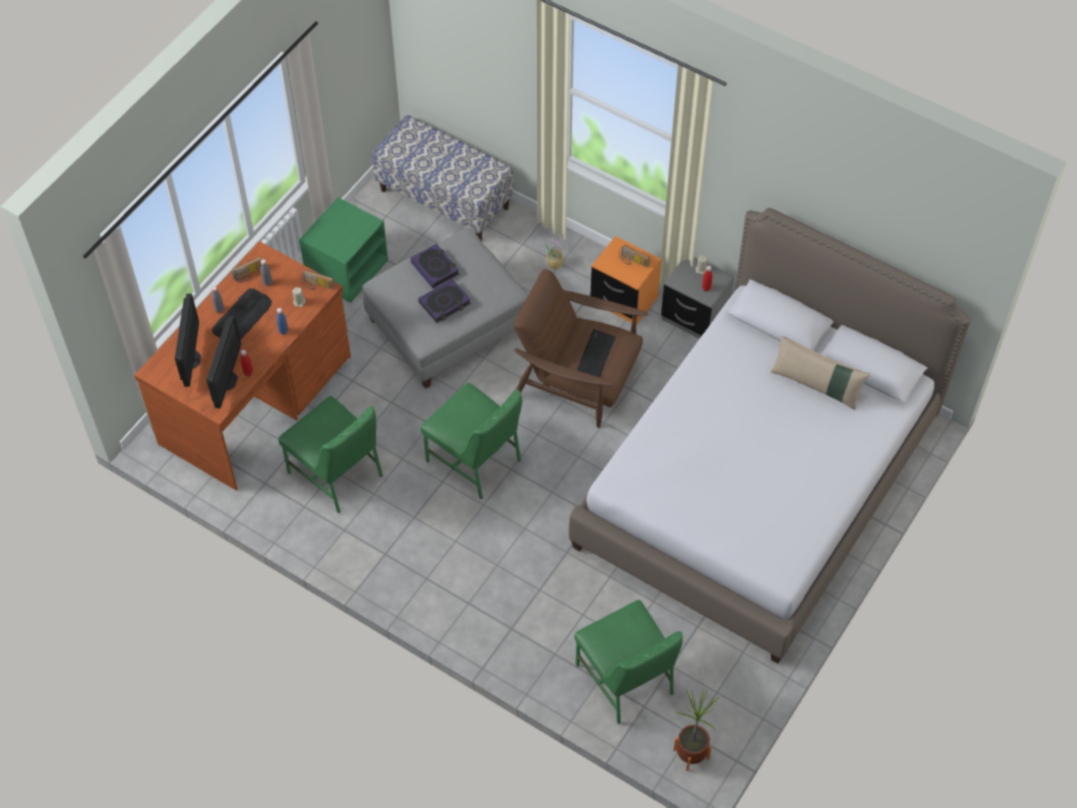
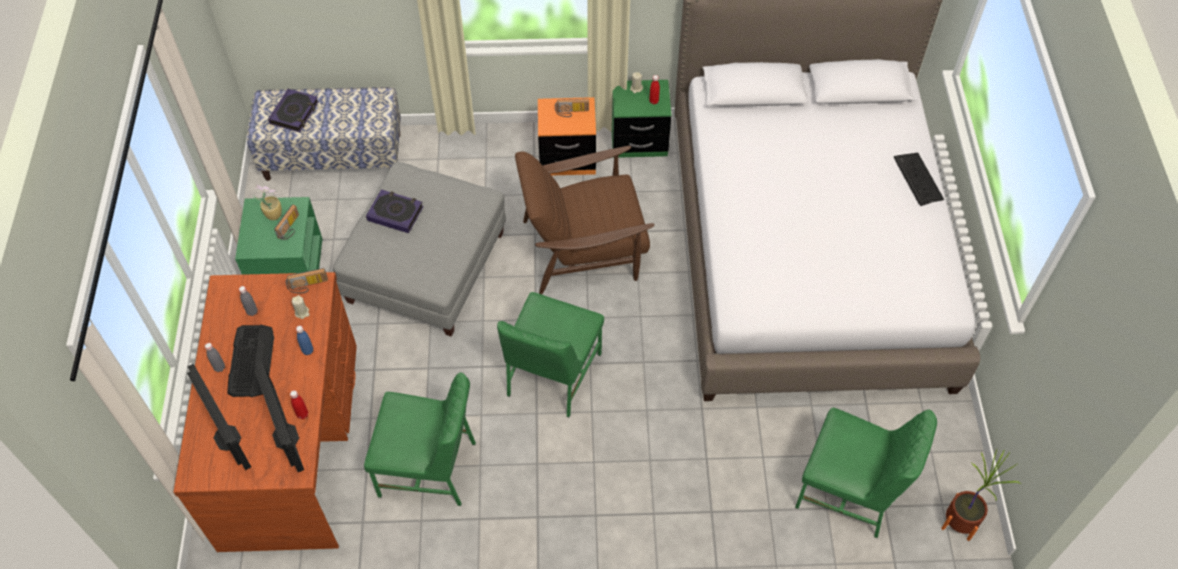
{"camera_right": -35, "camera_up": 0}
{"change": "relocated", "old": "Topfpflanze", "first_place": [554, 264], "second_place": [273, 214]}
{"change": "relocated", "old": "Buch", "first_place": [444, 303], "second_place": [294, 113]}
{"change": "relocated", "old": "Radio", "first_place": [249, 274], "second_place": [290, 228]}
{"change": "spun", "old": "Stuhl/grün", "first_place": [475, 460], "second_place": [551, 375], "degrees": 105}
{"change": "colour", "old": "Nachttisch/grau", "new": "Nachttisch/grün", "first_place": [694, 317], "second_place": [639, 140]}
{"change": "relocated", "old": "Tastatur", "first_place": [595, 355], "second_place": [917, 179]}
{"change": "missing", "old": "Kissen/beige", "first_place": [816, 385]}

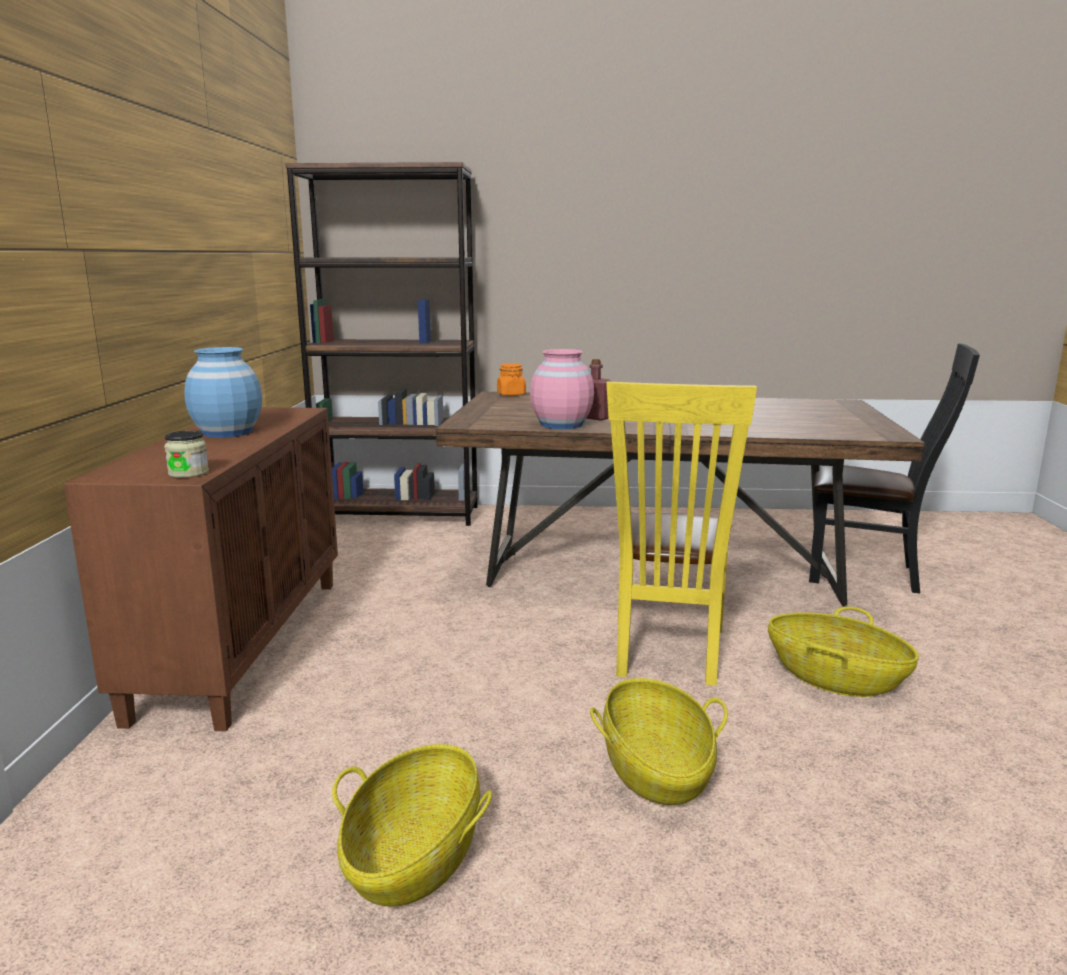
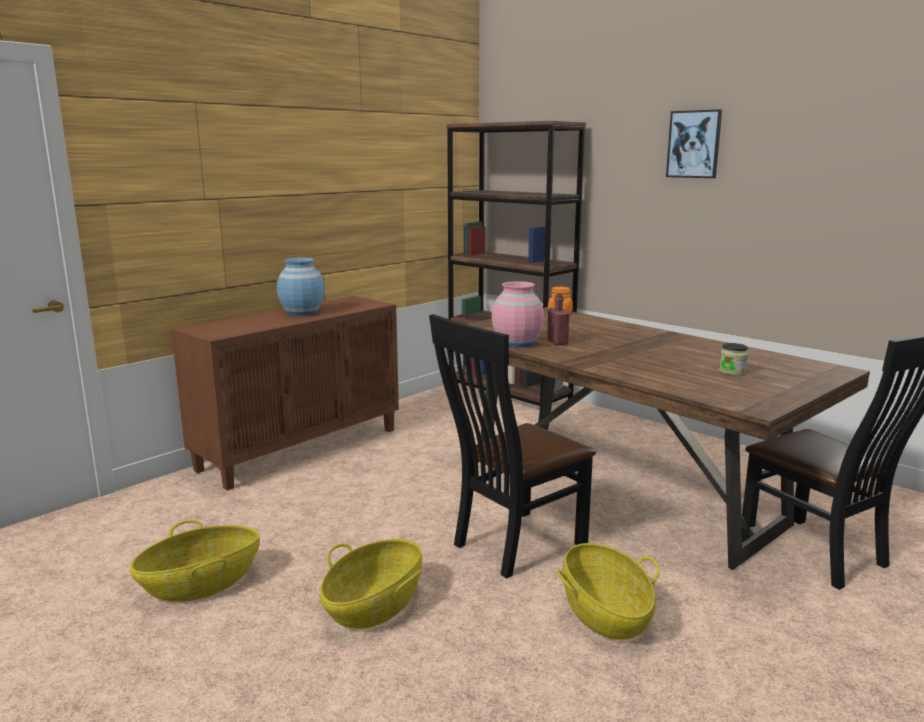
{"camera_right": 40, "camera_up": 0}
{"change": "colour", "old": "Stuhl/gelb", "new": "Stuhl/schwarz", "first_place": [666, 654], "second_place": [512, 545]}
{"change": "appeared", "new": "Bild", "second_place": [694, 144]}
{"change": "relocated", "old": "Vorratsglas", "first_place": [188, 473], "second_place": [732, 372]}

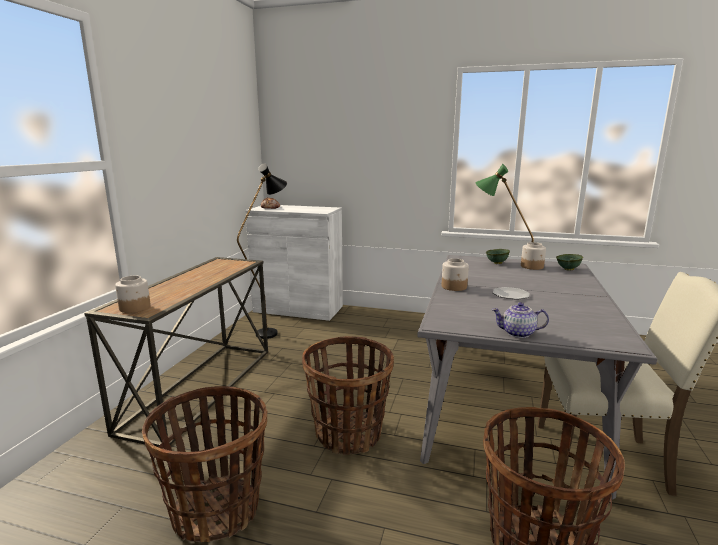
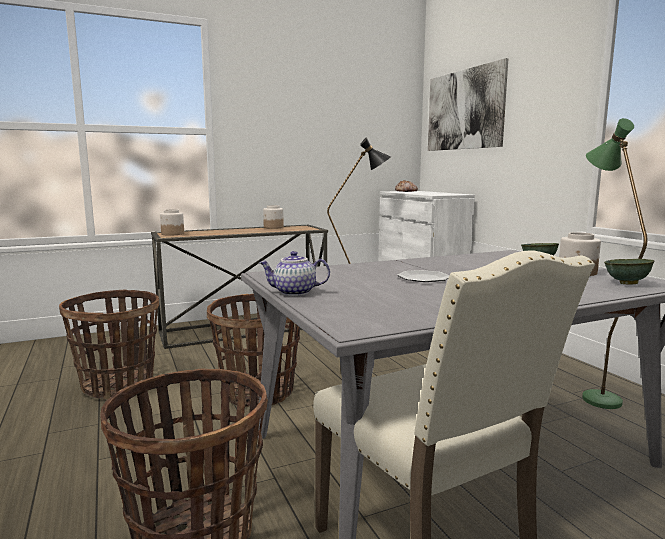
{"camera_right": 50, "camera_up": -5}
{"change": "spun", "old": "Teekanne", "first_place": [517, 333], "second_place": [294, 293], "degrees": -60}
{"change": "relocated", "old": "Vorratsglas", "first_place": [454, 287], "second_place": [273, 227]}
{"change": "appeared", "new": "Bild", "second_place": [464, 110]}

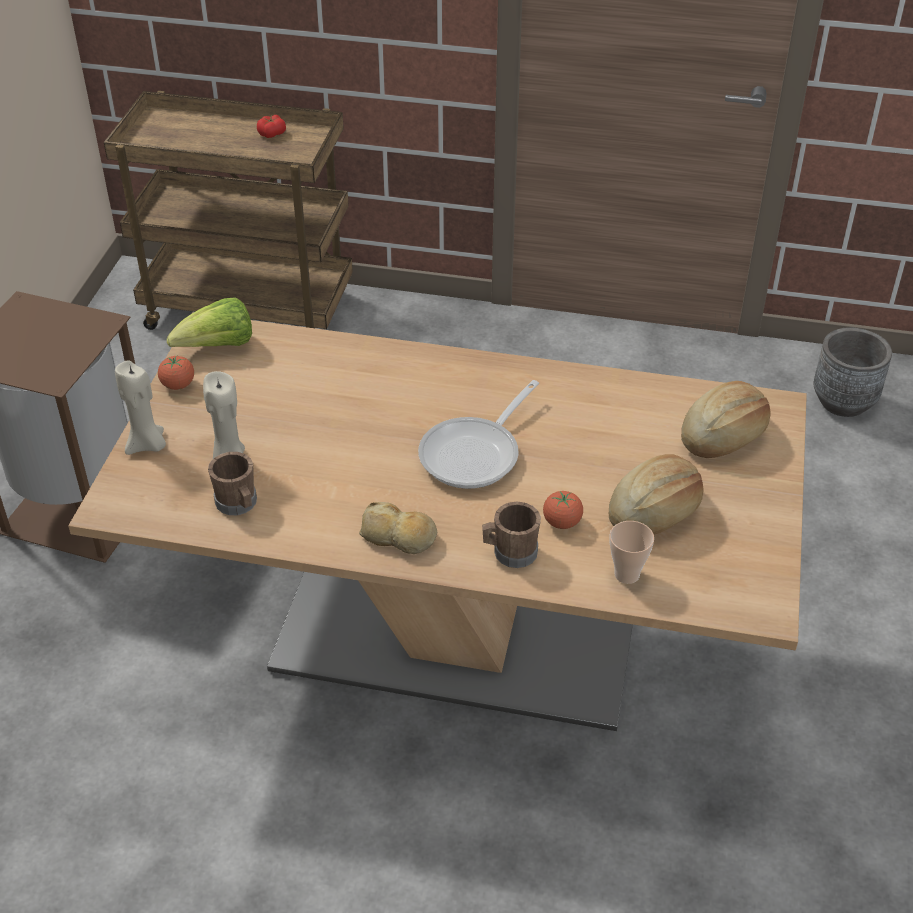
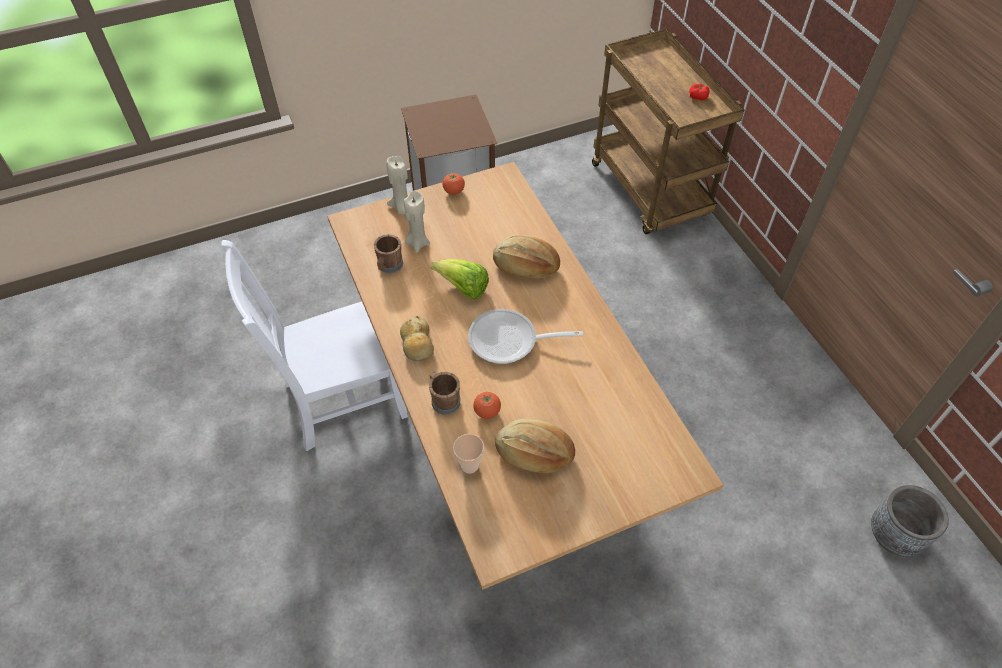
{"camera_right": 55, "camera_up": 10}
{"change": "appeared", "new": "Stuhl/weiß", "second_place": [341, 400]}
{"change": "relocated", "old": "Salatkopf", "first_place": [218, 347], "second_place": [463, 288]}
{"change": "relocated", "old": "Brot", "first_place": [724, 435], "second_place": [525, 267]}

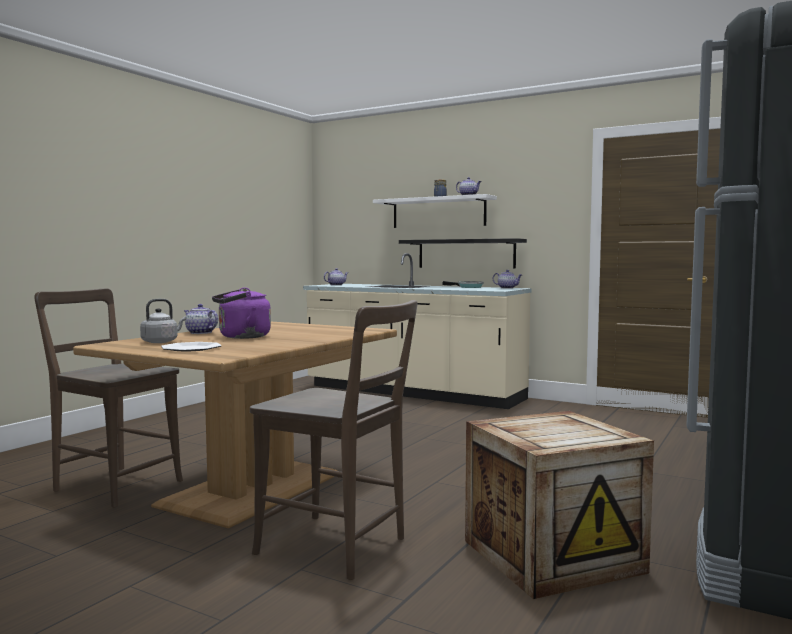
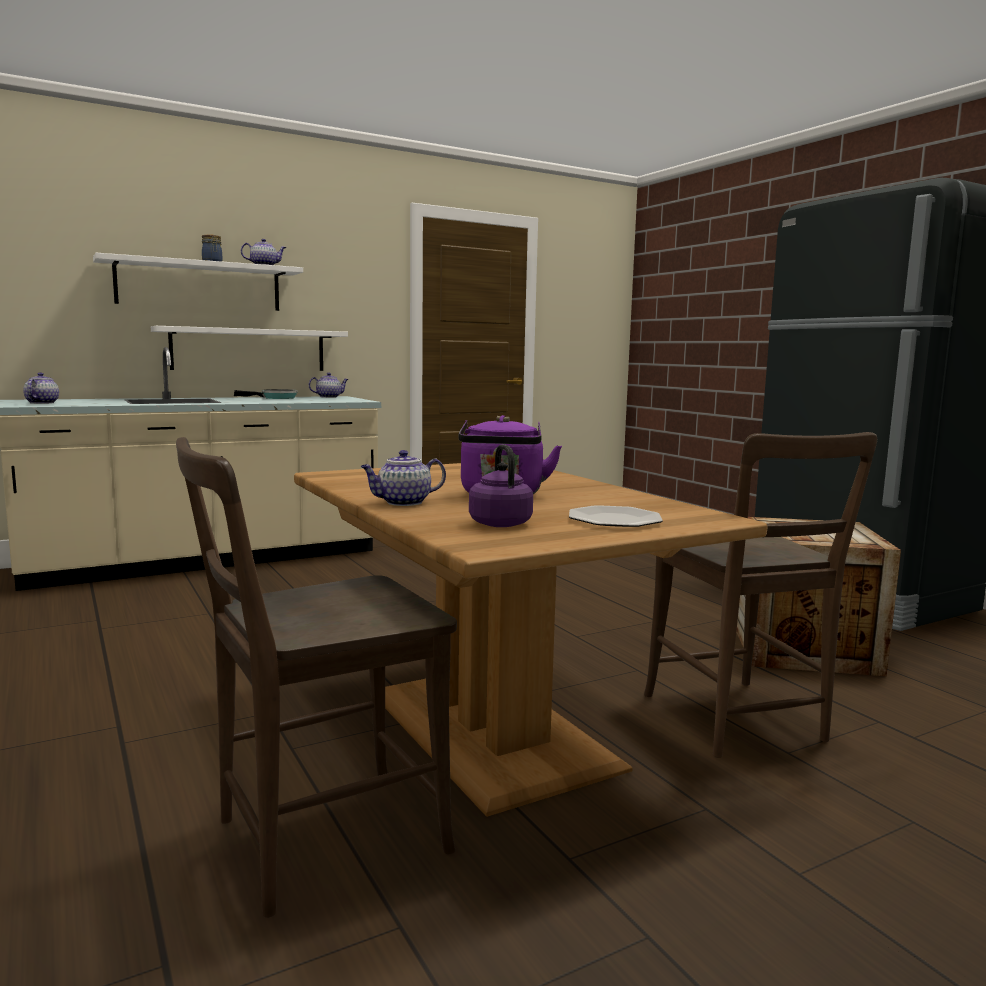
{"camera_right": -60, "camera_up": 5}
{"change": "colour", "old": "Wandregal/schwarz", "new": "Wandregal/weiß", "first_place": [466, 253], "second_place": [249, 349]}
{"change": "colour", "old": "Wasserkessel/grau", "new": "Wasserkessel/lila", "first_place": [161, 342], "second_place": [499, 523]}
{"change": "spun", "old": "Stuhl/braun", "first_place": [338, 548], "second_place": [738, 722], "degrees": 105}

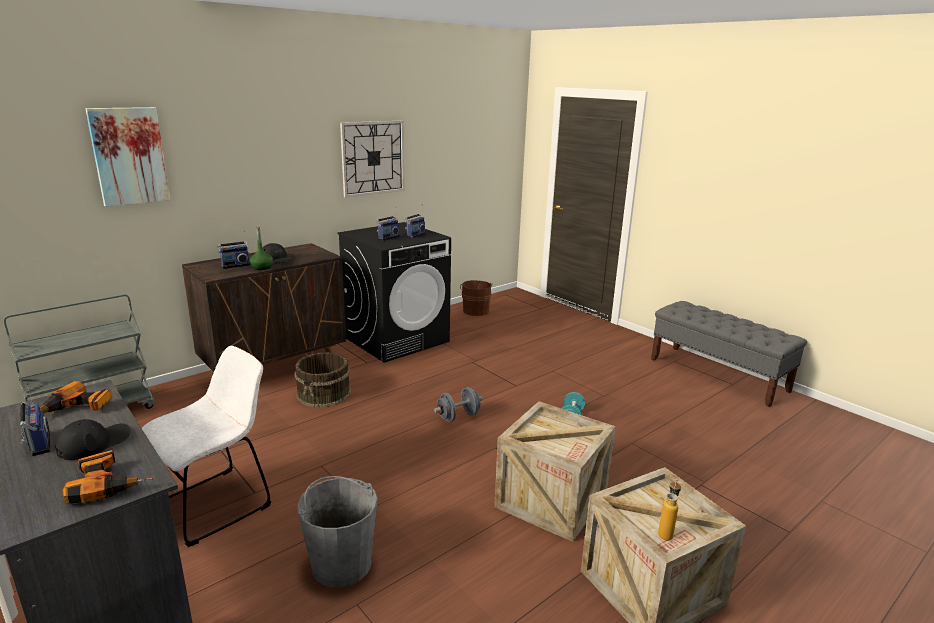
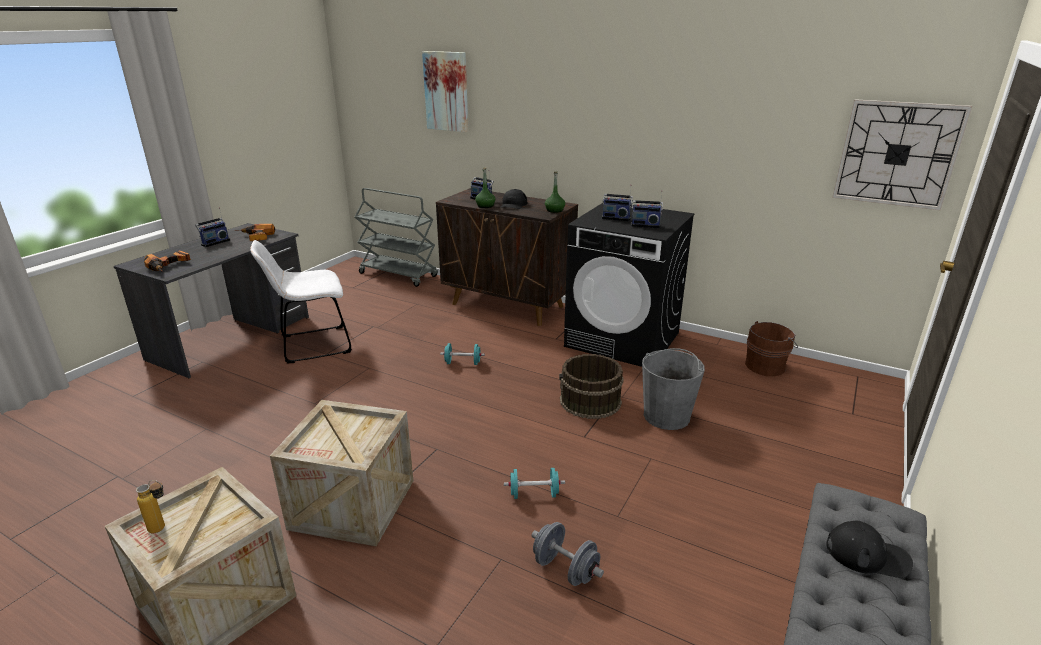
{"camera_right": 70, "camera_up": 5}
{"change": "spun", "old": "Stuhl/weiß", "first_place": [218, 503], "second_place": [311, 345], "degrees": 135}
{"change": "appeared", "new": "Hantel/türkis", "second_place": [462, 363]}
{"change": "relocated", "old": "Hantel/grau", "first_place": [458, 416], "second_place": [565, 569]}
{"change": "appeared", "new": "Flasche/grün", "second_place": [554, 210]}
{"change": "relocated", "old": "Eimer/braun", "first_place": [324, 394], "second_place": [590, 402]}
{"change": "relocated", "old": "Eimer/grau", "first_place": [341, 564], "second_place": [667, 416]}
{"change": "relocated", "old": "Kappe/schwarz", "first_place": [94, 442], "second_place": [867, 554]}
{"change": "relocated", "old": "Wanduhr", "first_place": [373, 158], "second_place": [897, 154]}

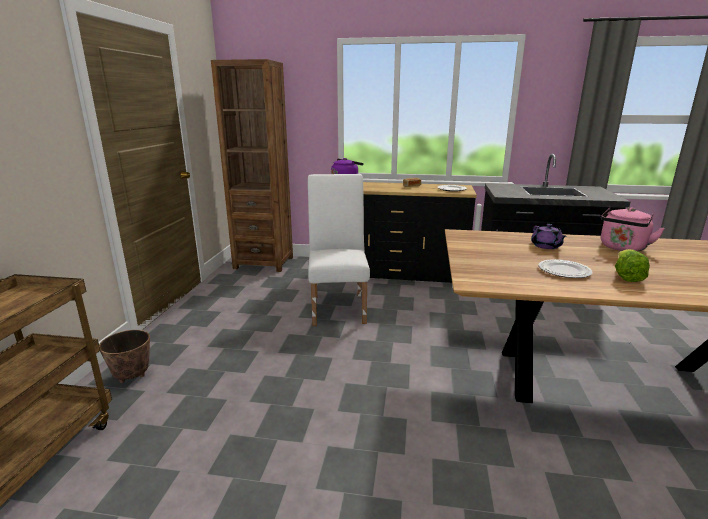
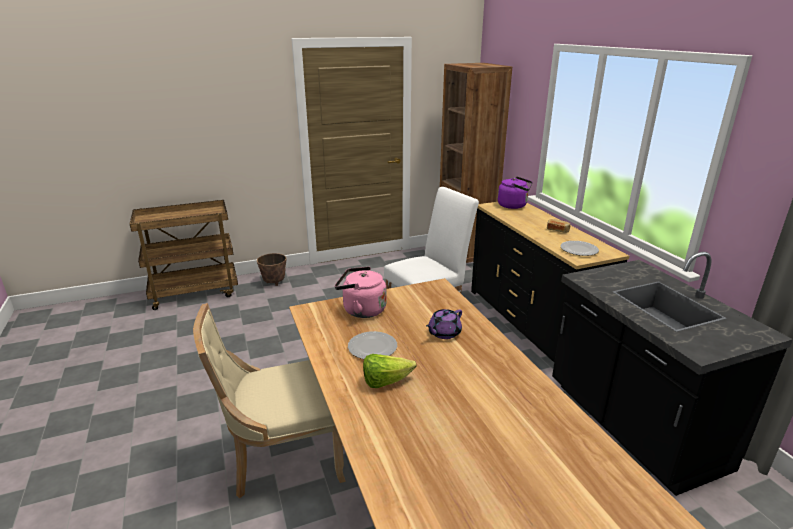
{"camera_right": 60, "camera_up": 5}
{"change": "appeared", "new": "Stuhl/beige", "second_place": [282, 459]}
{"change": "relocated", "old": "Wasserkessel/rosa", "first_place": [622, 248], "second_place": [361, 310]}

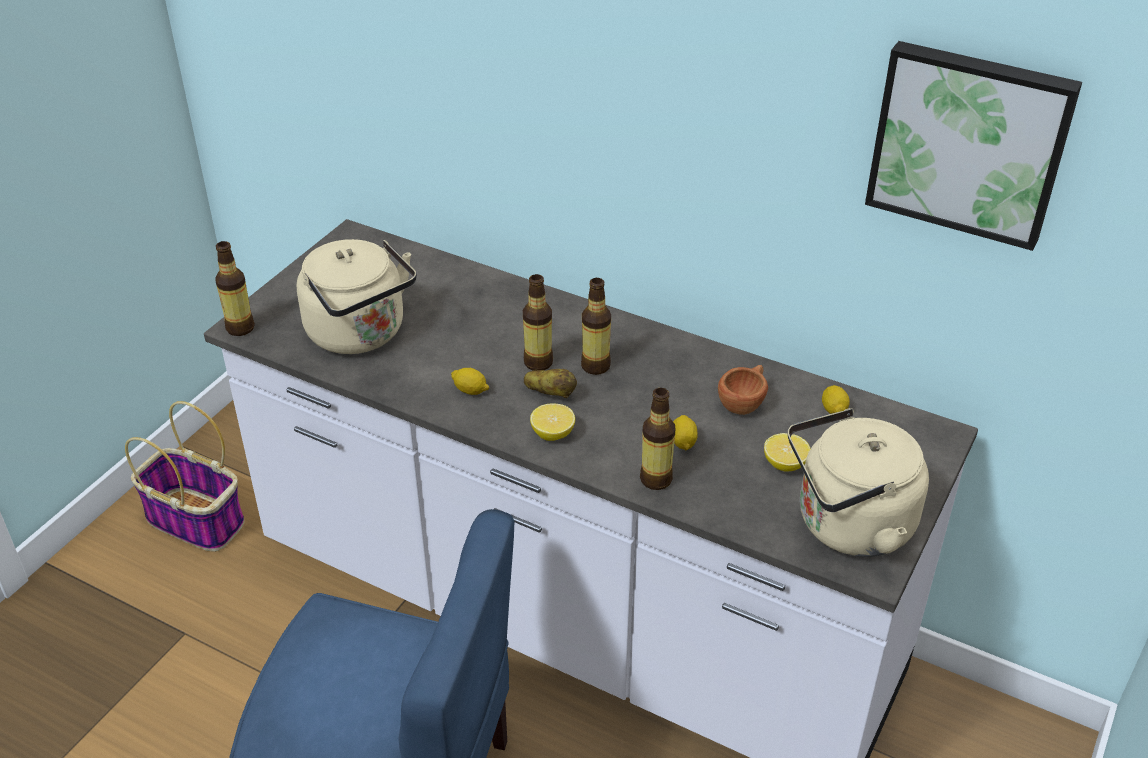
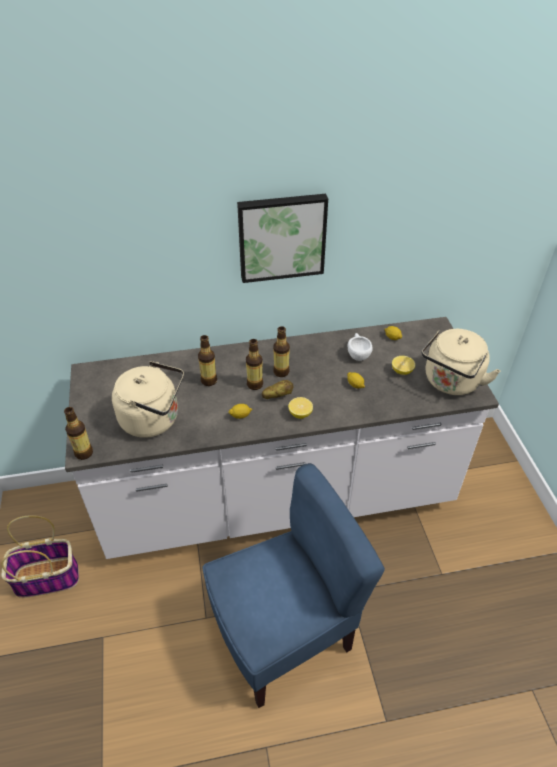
{"camera_right": -40, "camera_up": 5}
{"change": "relocated", "old": "Flasche", "first_place": [655, 479], "second_place": [209, 381]}
{"change": "relocated", "old": "Bild", "first_place": [969, 142], "second_place": [281, 236]}
{"change": "colour", "old": "Tasse/braun", "new": "Tasse/weiß", "first_place": [744, 403], "second_place": [358, 354]}

